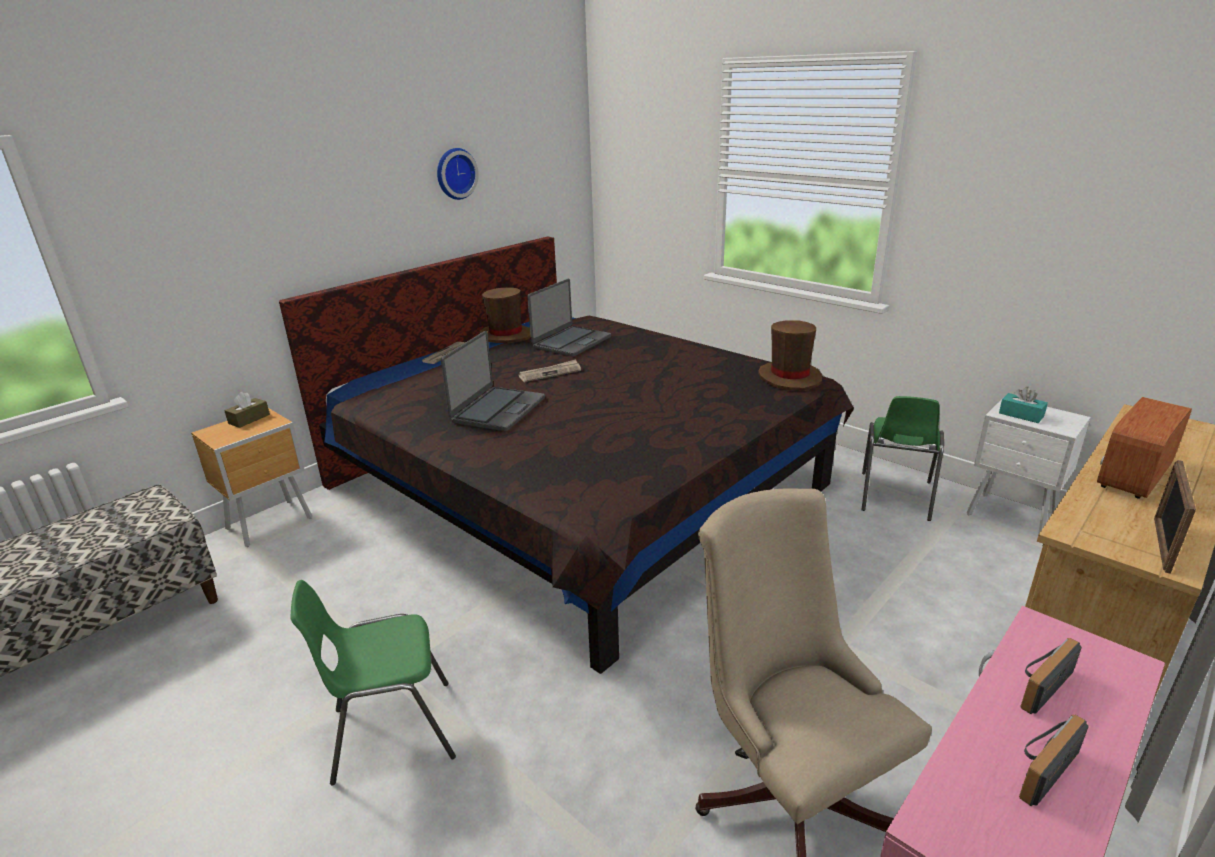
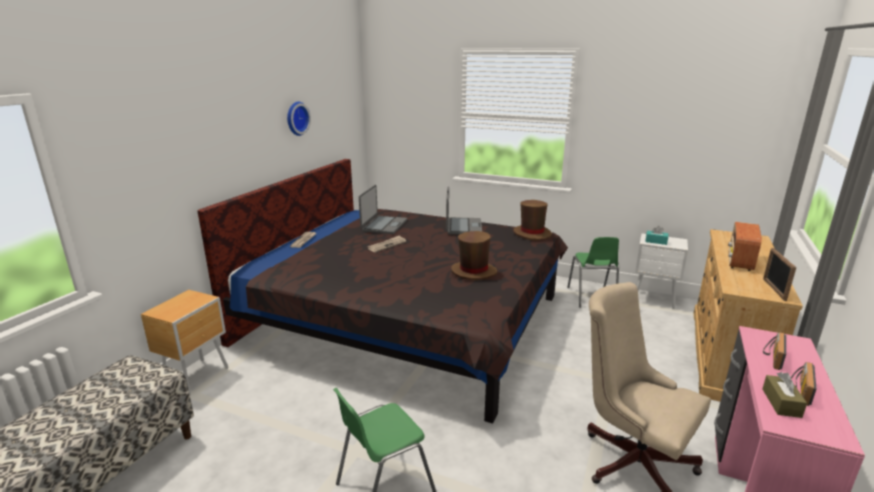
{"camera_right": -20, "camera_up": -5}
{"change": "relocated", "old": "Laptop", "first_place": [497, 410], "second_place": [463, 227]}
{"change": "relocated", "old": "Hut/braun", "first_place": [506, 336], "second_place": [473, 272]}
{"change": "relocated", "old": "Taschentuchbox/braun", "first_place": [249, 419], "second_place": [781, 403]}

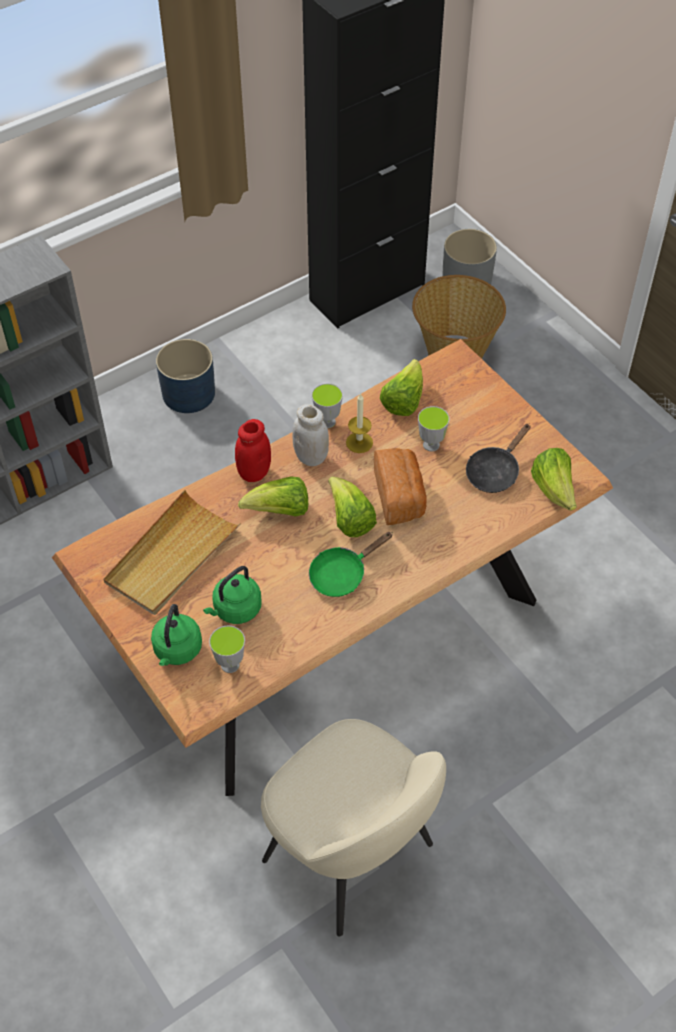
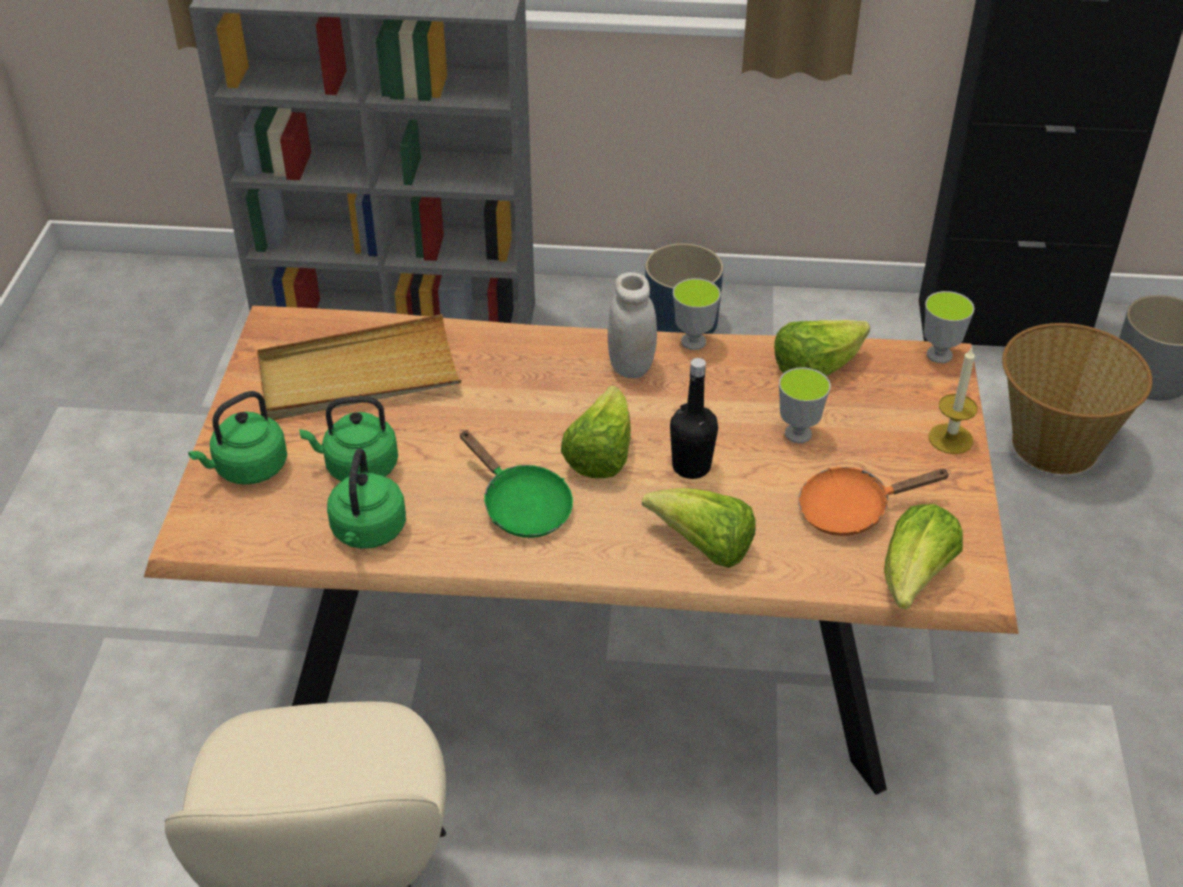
{"camera_right": 40, "camera_up": -10}
{"change": "appeared", "new": "Wasserkessel/grün", "second_place": [368, 532]}
{"change": "spun", "old": "Pfanne/grün", "first_place": [342, 574], "second_place": [521, 506], "degrees": -135}
{"change": "relocated", "old": "Salatkopf", "first_place": [280, 511], "second_place": [703, 547]}
{"change": "exchanged", "old": "Brot", "new": "Flasche/schwarz", "first_place": [400, 497], "second_place": [691, 466]}
{"change": "colour", "old": "Pfanne/schwarz", "new": "Pfanne/orange", "first_place": [495, 471], "second_place": [852, 510]}
{"change": "relocated", "old": "Tasse", "first_place": [230, 664], "second_place": [939, 355]}
{"change": "relocated", "old": "Kerze", "first_place": [359, 442], "second_place": [950, 439]}
{"change": "missing", "old": "Vorratsglas/rot", "first_place": [254, 472]}

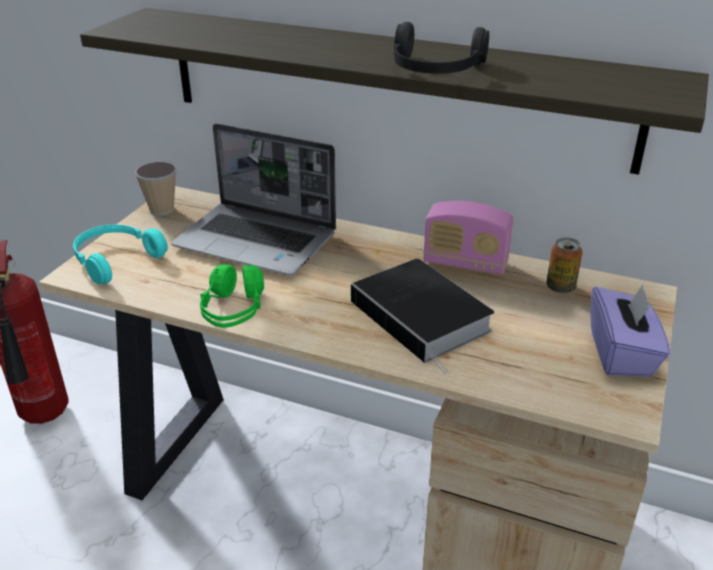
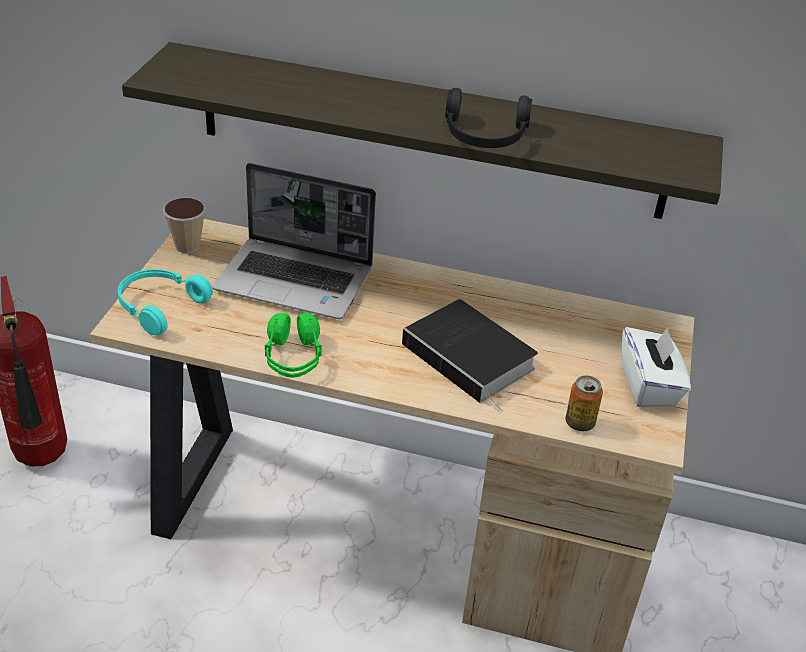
{"camera_right": -10, "camera_up": 5}
{"change": "relocated", "old": "Dose", "first_place": [560, 287], "second_place": [579, 423]}
{"change": "colour", "old": "Taschentuchbox/lila", "new": "Taschentuchbox/weiß", "first_place": [621, 353], "second_place": [649, 386]}
{"change": "missing", "old": "Radio", "first_place": [465, 263]}

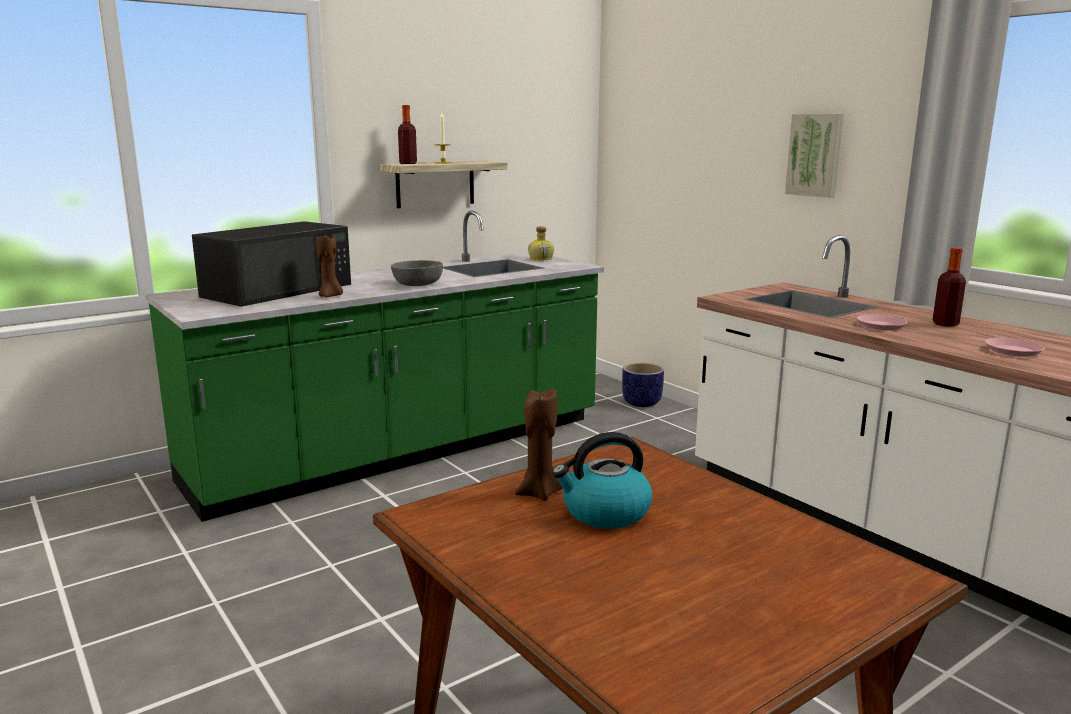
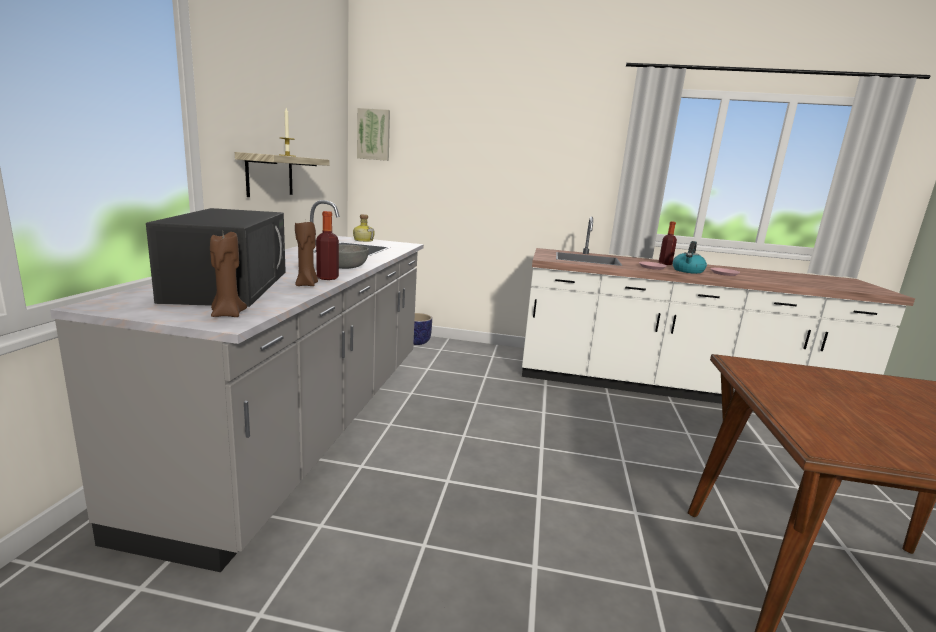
{"camera_right": -45, "camera_up": 0}
{"change": "colour", "old": "Küchenzeile/grün", "new": "Küchenzeile/grau", "first_place": [403, 450], "second_place": [311, 423]}
{"change": "relocated", "old": "Kerze/braun", "first_place": [539, 493], "second_place": [227, 314]}
{"change": "relocated", "old": "Flasche", "first_place": [408, 163], "second_place": [327, 278]}
{"change": "relocated", "old": "Bild", "first_place": [815, 155], "second_place": [374, 134]}
{"change": "relocated", "old": "Wasserkessel", "first_place": [604, 513], "second_place": [688, 271]}

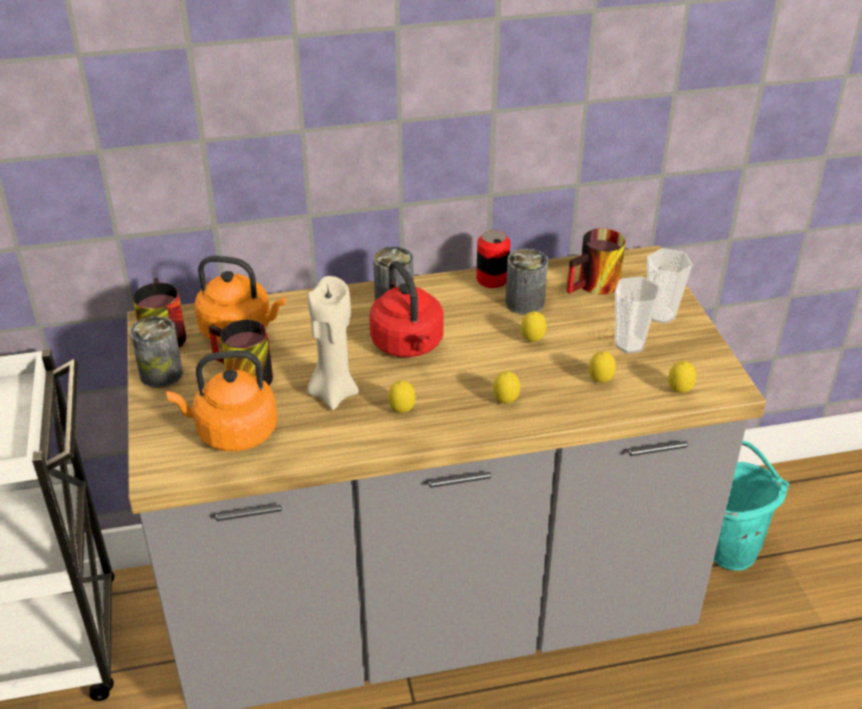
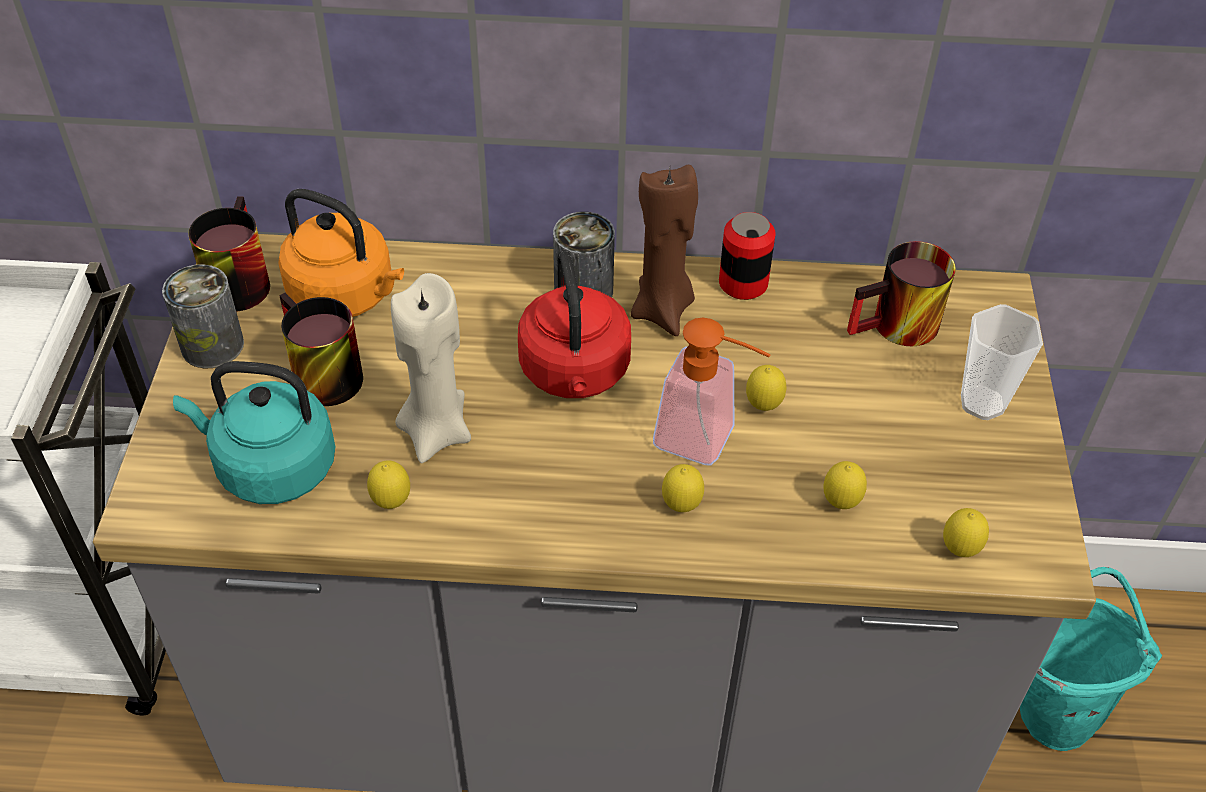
{"camera_right": 15, "camera_up": 10}
{"change": "colour", "old": "Wasserkessel/orange", "new": "Wasserkessel/türkis", "first_place": [232, 432], "second_place": [270, 467]}
{"change": "relocated", "old": "Zitrone", "first_place": [402, 411], "second_place": [391, 503]}
{"change": "appeared", "new": "Kerze/braun", "second_place": [663, 310]}
{"change": "appeared", "new": "Seifenspender", "second_place": [707, 441]}
{"change": "missing", "old": "Dose", "first_place": [524, 303]}
{"change": "missing", "old": "Tasse", "first_place": [629, 344]}

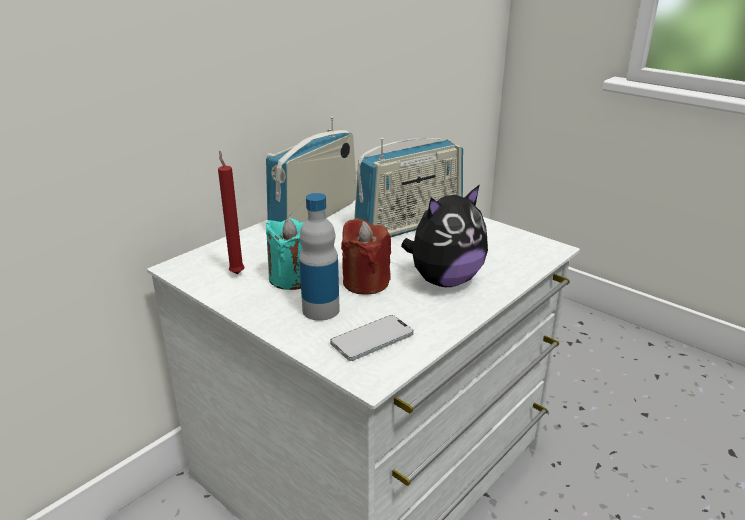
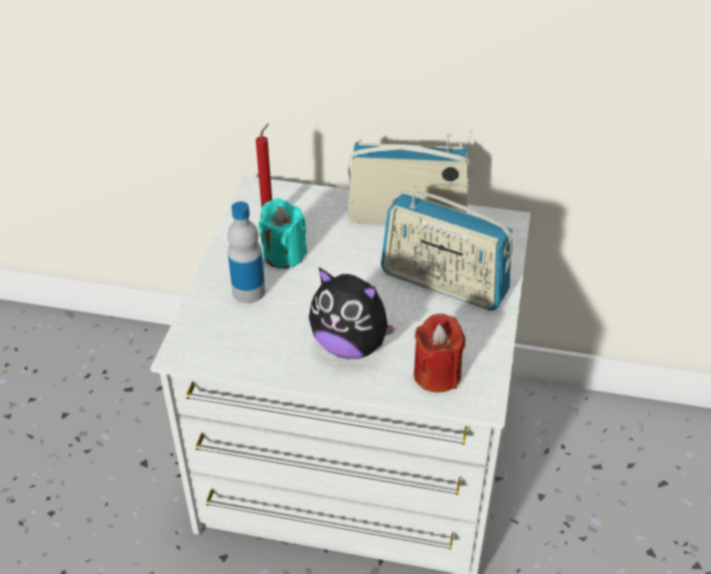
{"camera_right": 60, "camera_up": 15}
{"change": "relocated", "old": "Kerze/rot", "first_place": [365, 282], "second_place": [437, 374]}
{"change": "missing", "old": "Handy", "first_place": [372, 339]}

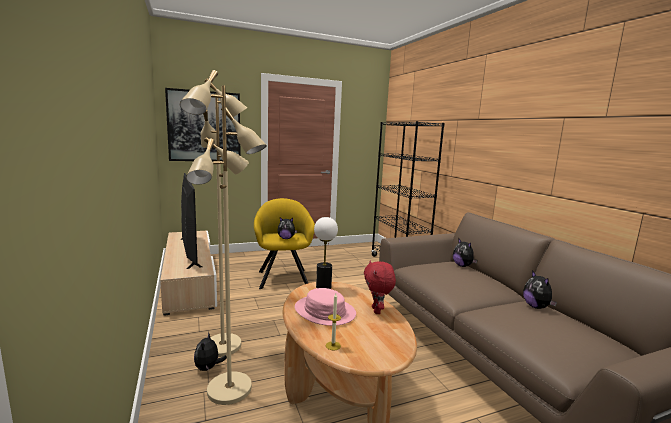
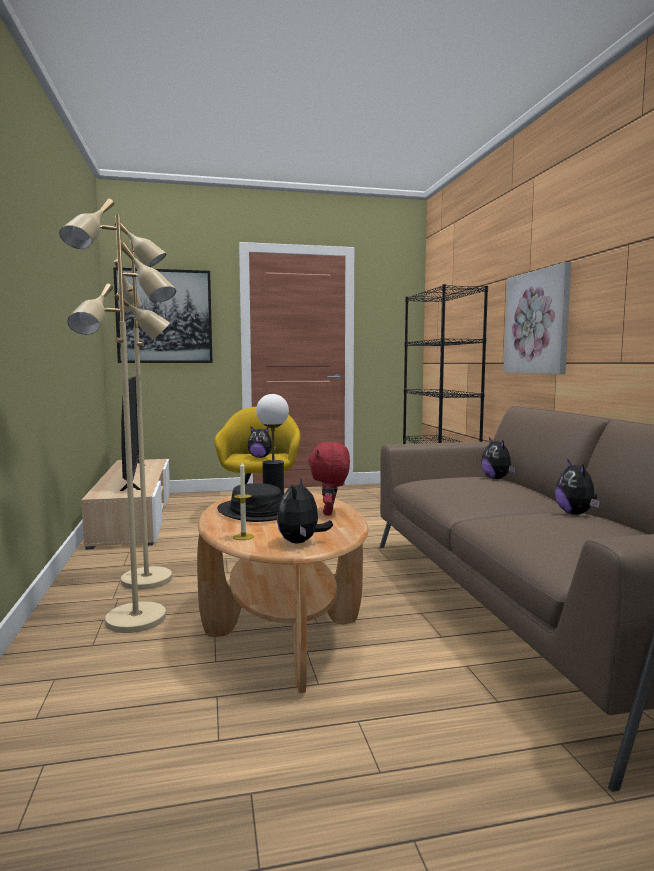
{"camera_right": 10, "camera_up": -5}
{"change": "colour", "old": "Hut/rosa", "new": "Hut/schwarz", "first_place": [324, 311], "second_place": [257, 512]}
{"change": "relocated", "old": "Plüschtier", "first_place": [208, 368], "second_place": [301, 542]}
{"change": "appeared", "new": "Bild", "second_place": [538, 322]}

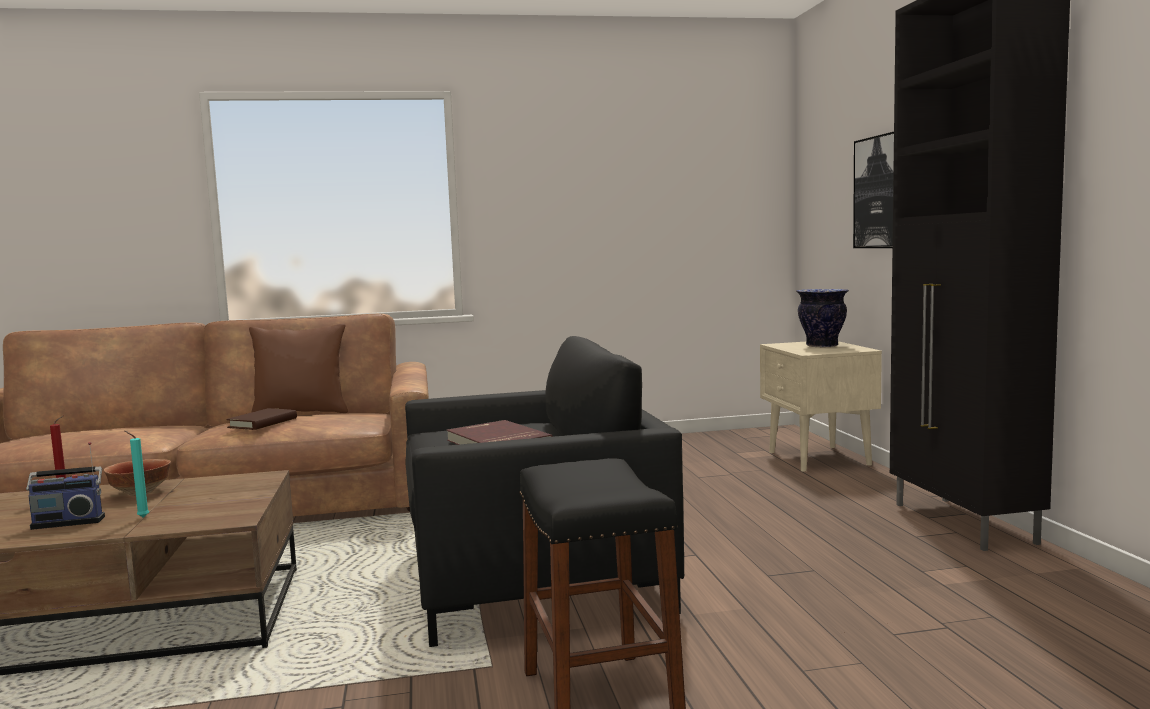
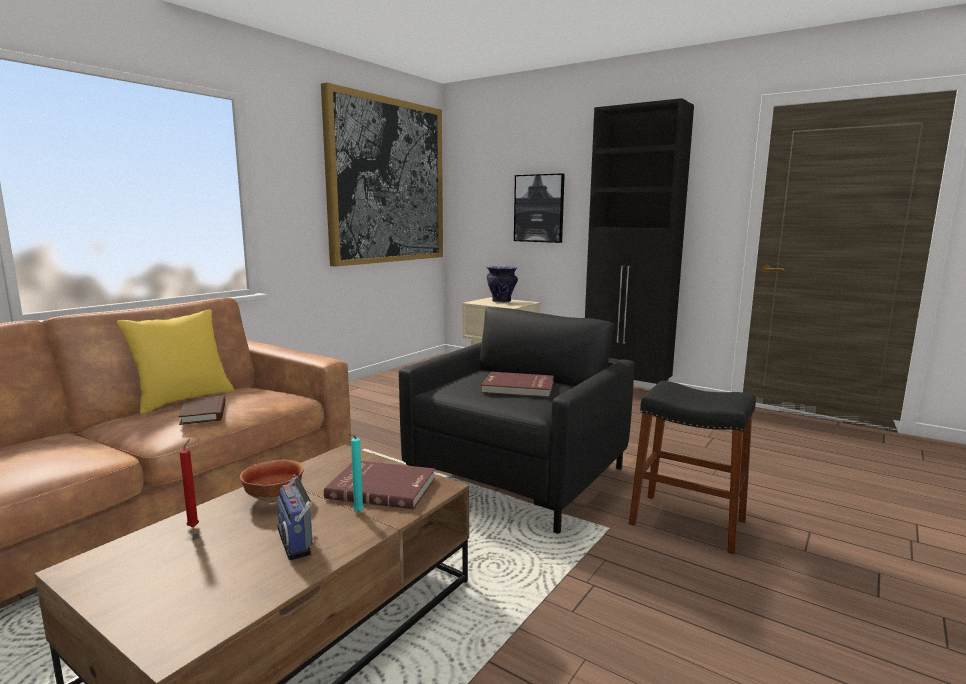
{"camera_right": -45, "camera_up": 5}
{"change": "colour", "old": "Kissen/braun", "new": "Kissen/gelb", "first_place": [301, 413], "second_place": [183, 400]}
{"change": "spun", "old": "Radio", "first_place": [69, 522], "second_place": [297, 540], "degrees": 120}
{"change": "appeared", "new": "Bild", "second_place": [387, 182]}
{"change": "appeared", "new": "Buch/rot", "second_place": [382, 487]}

